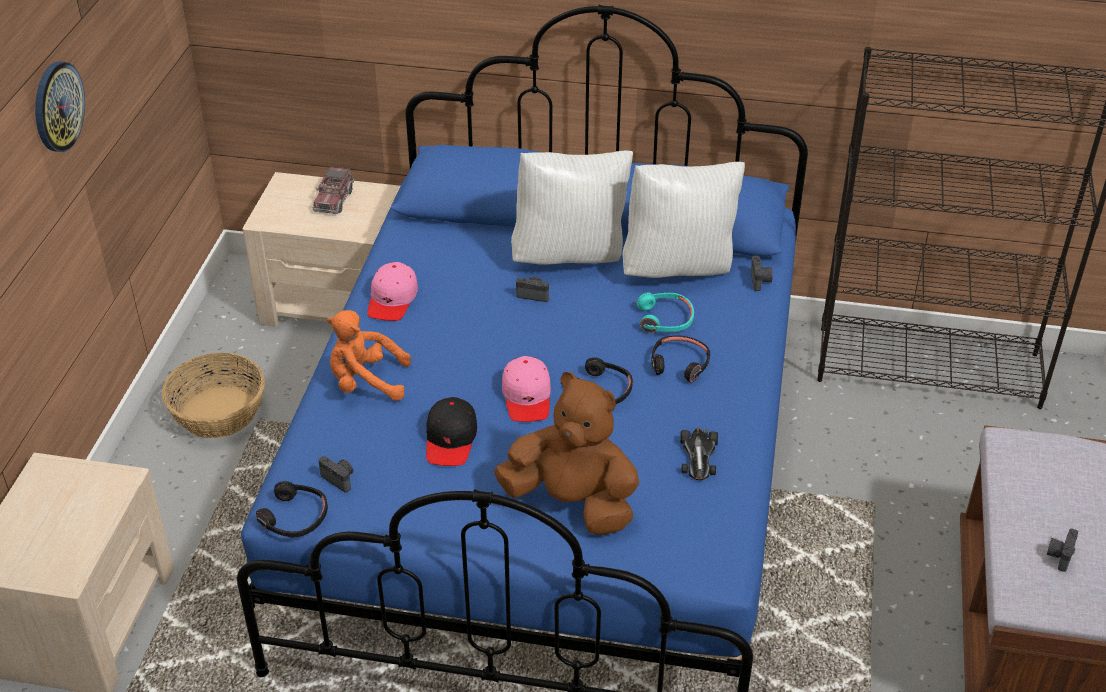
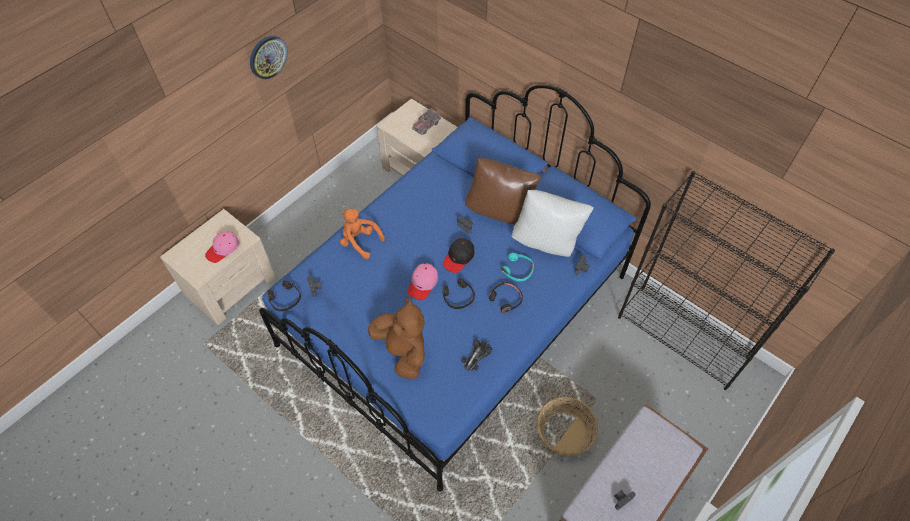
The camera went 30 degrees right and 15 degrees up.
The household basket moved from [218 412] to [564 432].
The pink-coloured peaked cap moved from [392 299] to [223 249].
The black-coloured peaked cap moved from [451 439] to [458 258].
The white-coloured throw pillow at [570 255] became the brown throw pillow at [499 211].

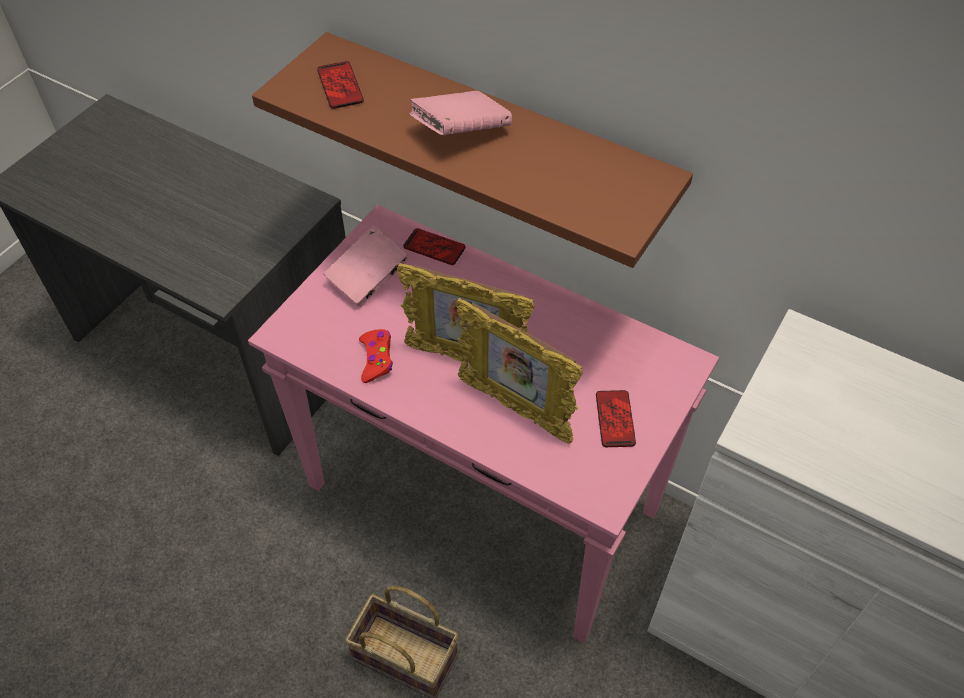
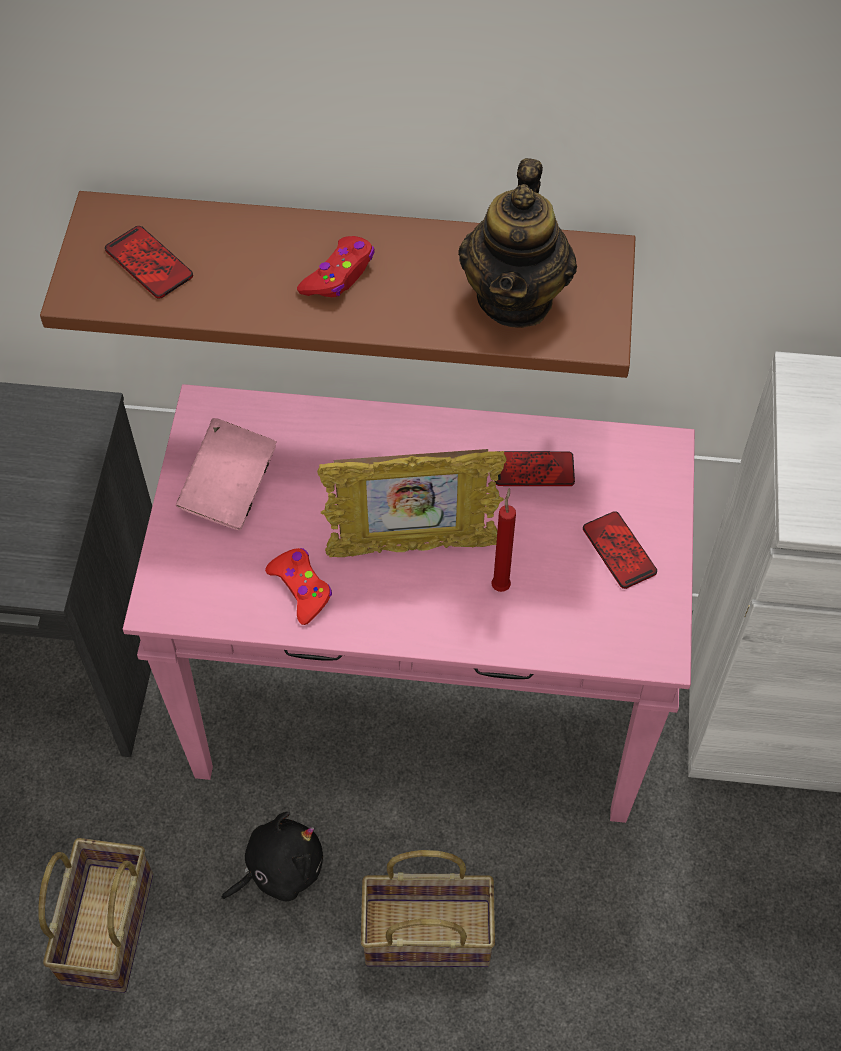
The camera went 25 degrees left and 5 degrees up.
The handset moved from [434 247] to [533 470].
The pink-coloured volume at [460 132] was replaced by the red-coloured gamepad at [339 275].
The standing frame at [515 409] was replaced by the red-coloured wax light at [501 584].
The household basket at [106 924] appeared.
The black-coloured soft toy at [279 869] appeared.
The pot for tea at [515 298] appeared.

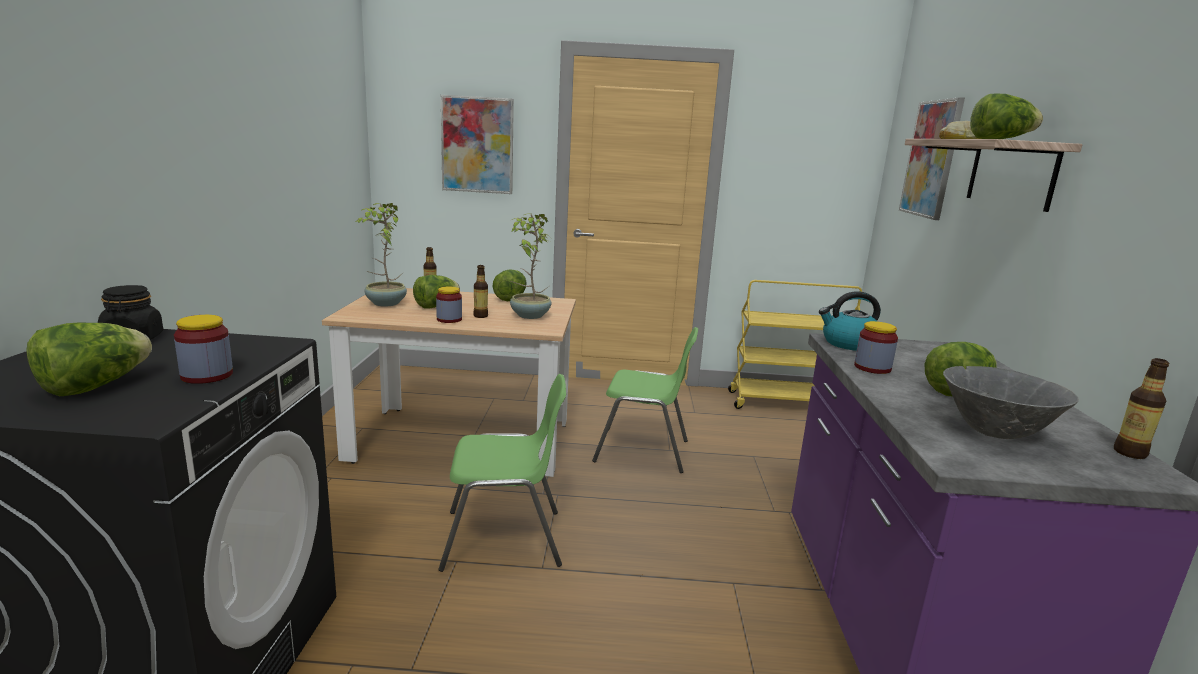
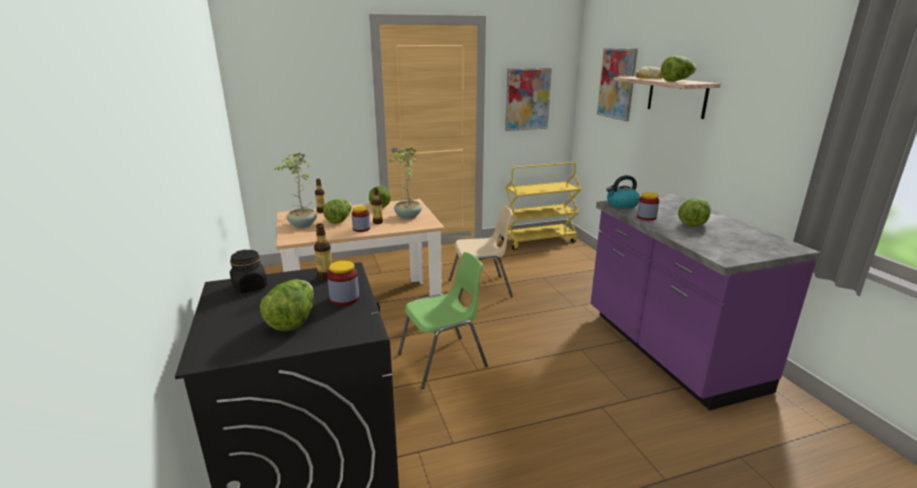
The camera went 20 degrees left and 5 degrees up.
The picture moved from [477 145] to [527 99].
The greenish upright chair at [643 451] became the beige upright chair at [481 289].
The greyish deep dish at [994 433] disappeared.
The beverage bottle moved from [1129 453] to [325 278].

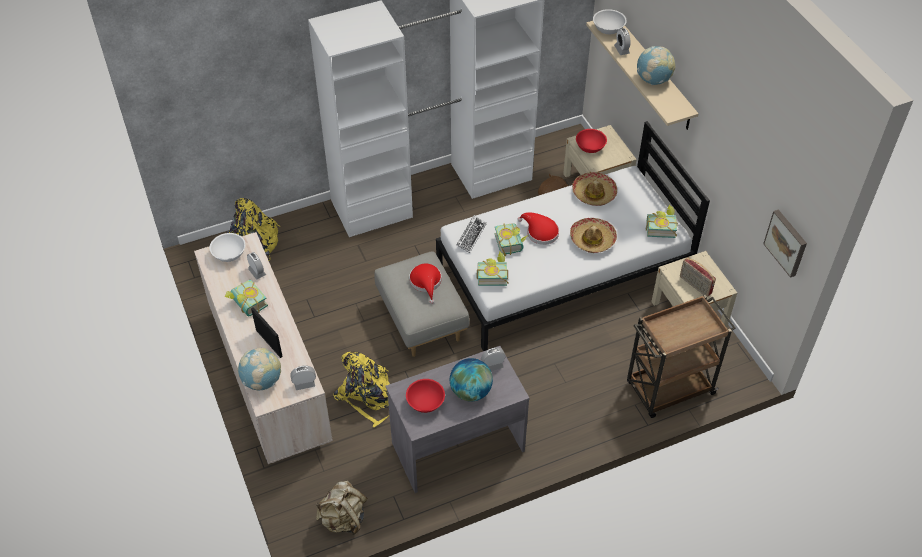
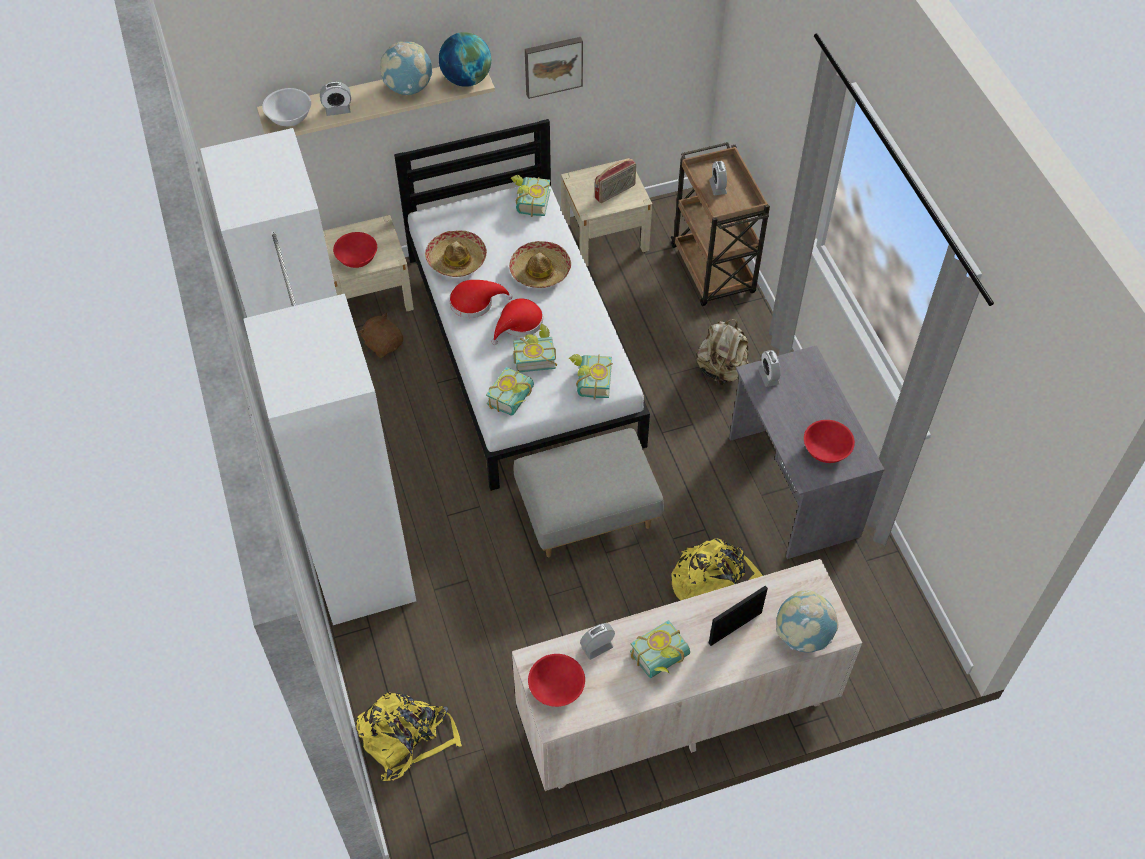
The camera went 85 degrees left and 5 degrees up.
The white-coloured deep dish at [229 254] became the red-coloured deep dish at [556 688].
The alarm clock moved from [304 384] to [718 187].
The beige knapsack moved from [343 519] to [721 370].
The red-coloured hat moved from [426 282] to [475 302].
The globe moved from [471 391] to [466 79].
The PC keyboard at [471 236] was replaced by the volume at [514 400].
The picture moved from [787 242] to [553 65].

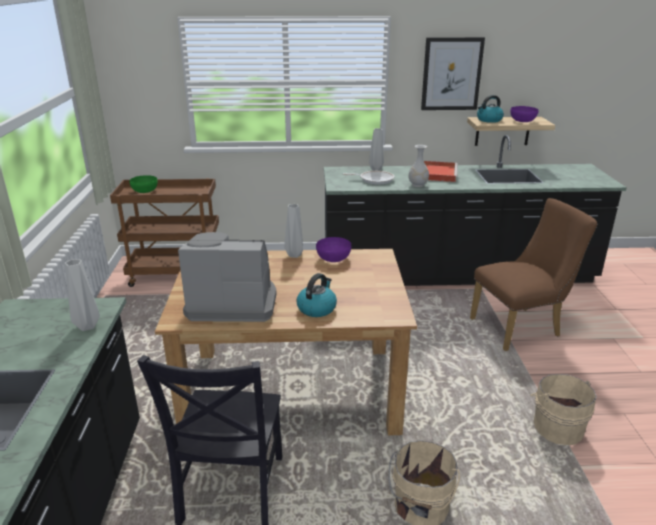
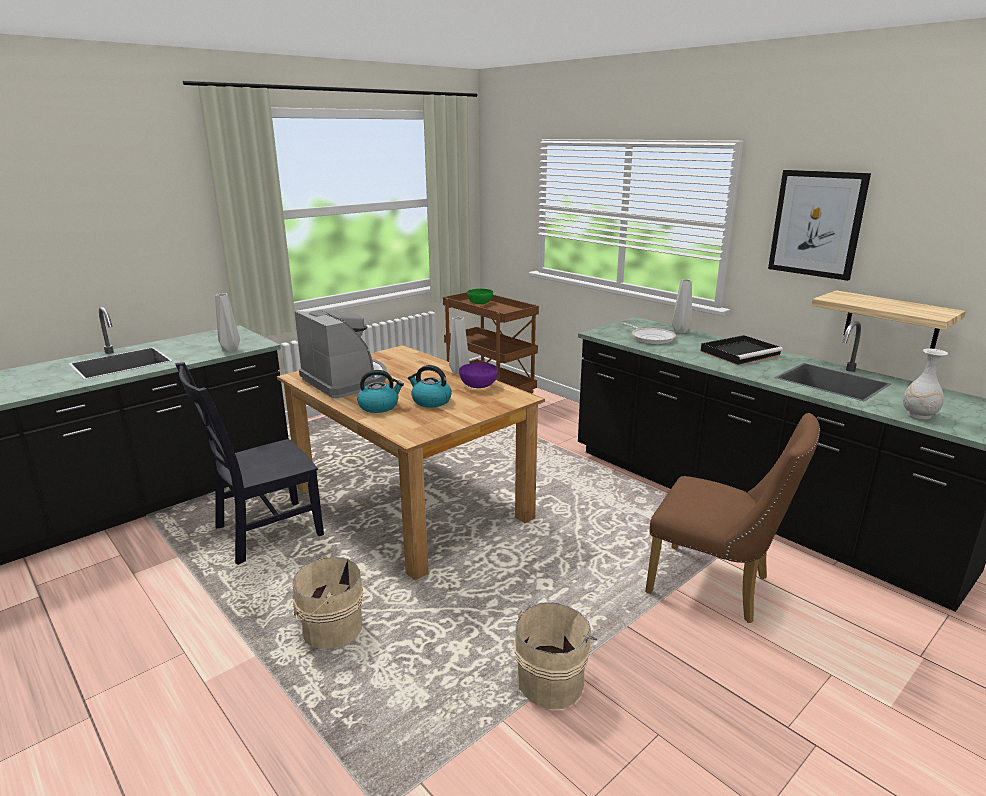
The camera went 50 degrees right and 5 degrees down.
The white-coloured vase moved from [417 185] to [918 415].
The red-coloured carrying tray at [437 173] became the black-coloured carrying tray at [740 353].
The water kettle moved from [489 120] to [430 401].
The purplish deep dish at [522 121] disappeared.

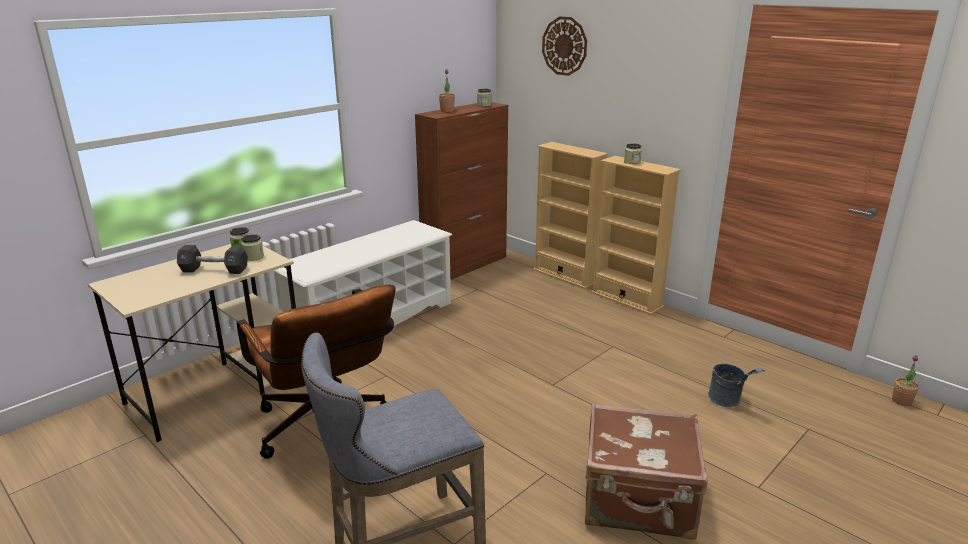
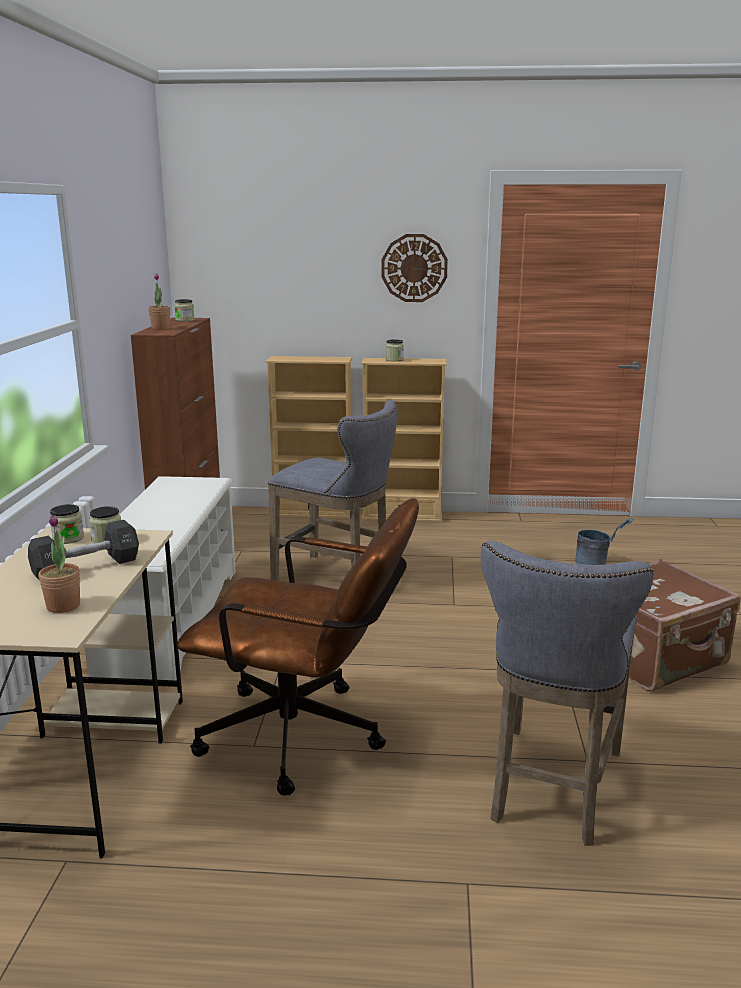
The camera went 40 degrees left and 5 degrees down.
The clock on the wall moved from [564 46] to [414 268].
The plant in a pot moved from [901 401] to [63 606].
The greyish stool at [337 579] appeared.

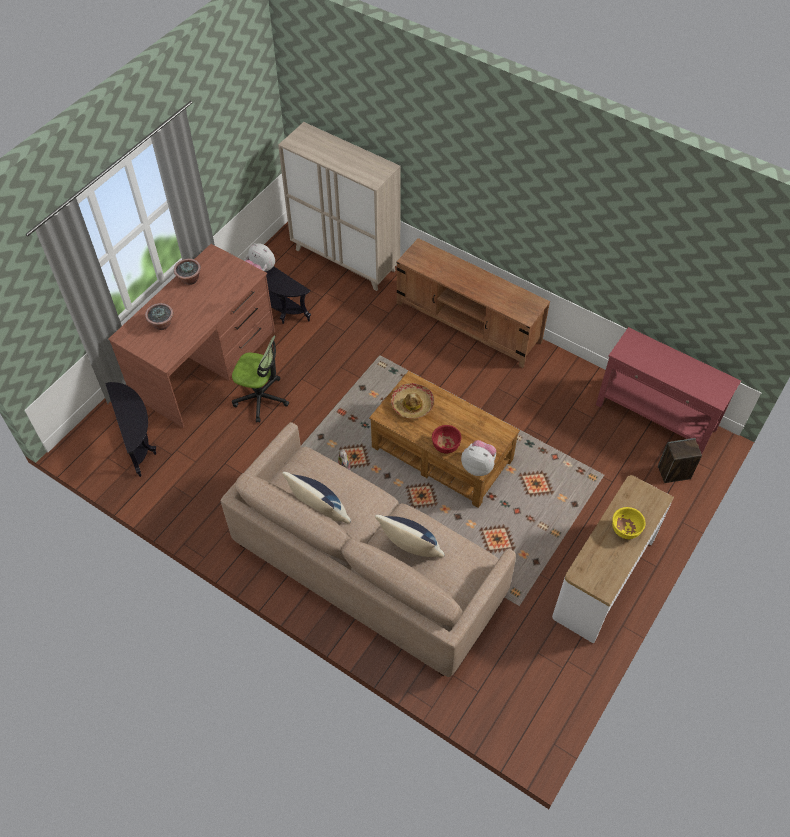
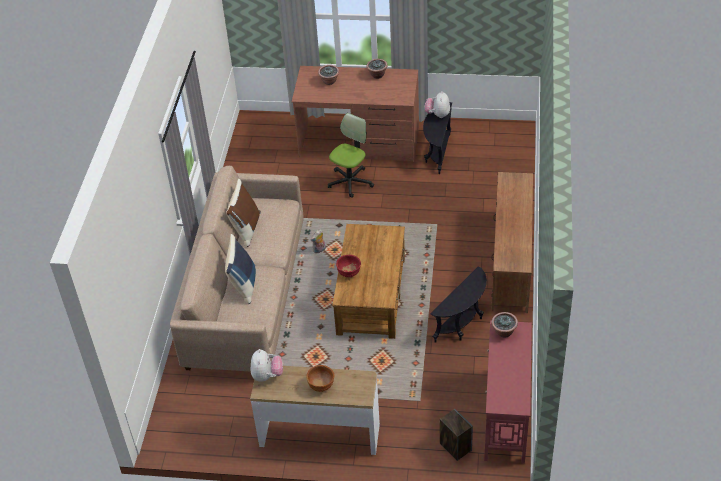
The camera went 65 degrees right and 10 degrees down.
The black-coloured end table moved from [139 442] to [462 324].
The computer chair at [261 398] turned 135 degrees counterclockwise.
The beige cupboard at [345 260] disappeared.
The blue-coloured throw pillow at [318 511] became the brown throw pillow at [246 228].
The hat at [412 404] disappeared.
The soft toy moved from [478 466] to [267 375].
The yellowish deep dish at [625 530] became the brown deep dish at [321 386].
The plant in a pot at [504 332] appeared.

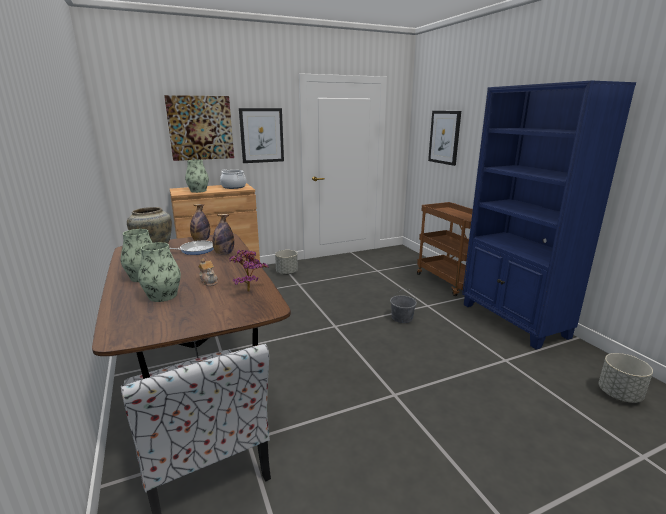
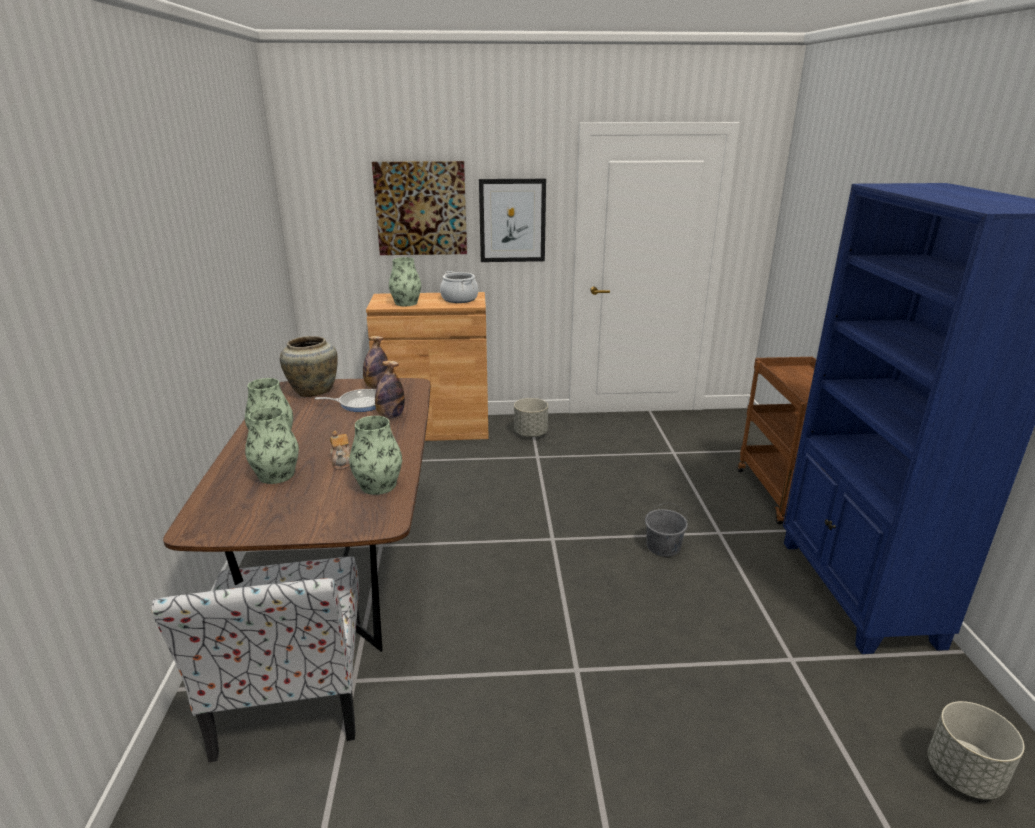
The camera went 20 degrees right and 5 degrees up.
The plant in a pot at [248 290] was replaced by the vase at [378 485].
The picture at [444 137] disappeared.

